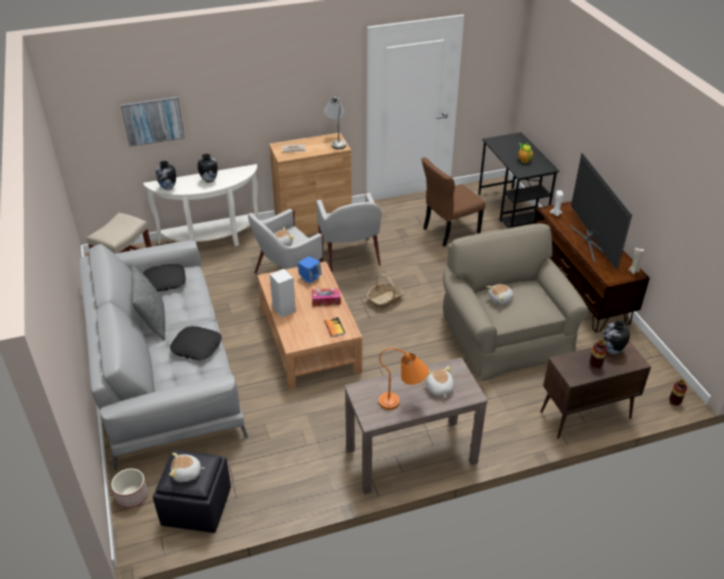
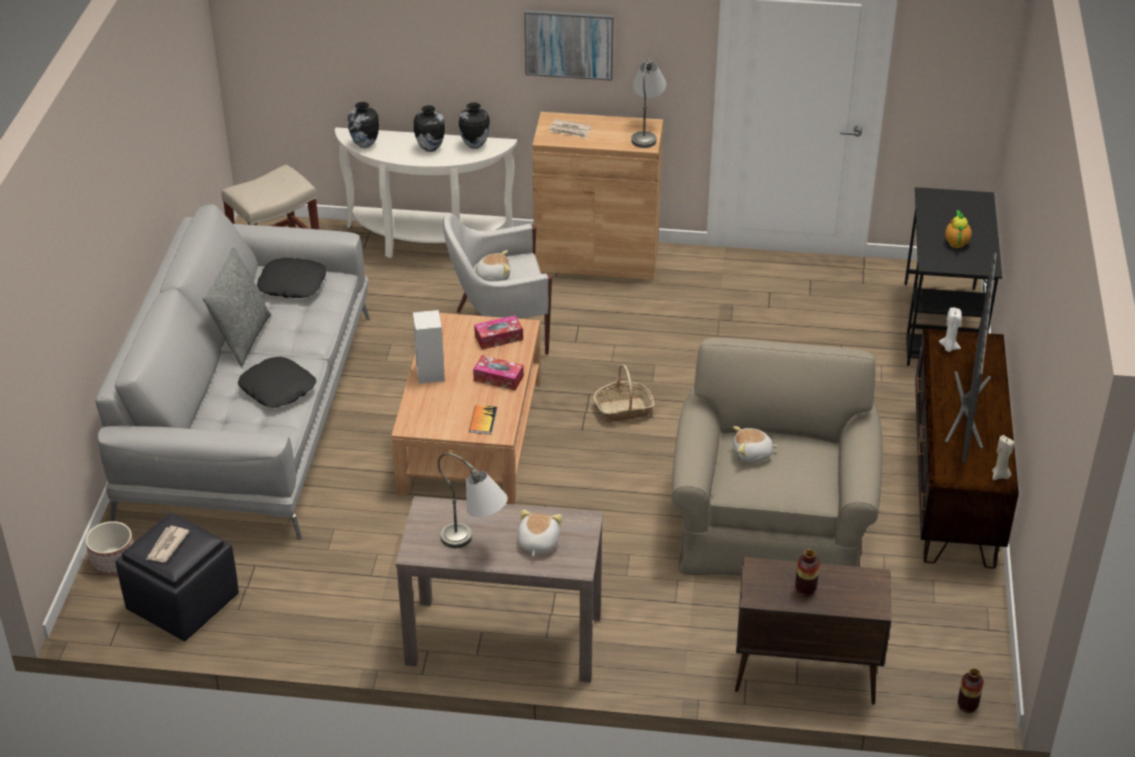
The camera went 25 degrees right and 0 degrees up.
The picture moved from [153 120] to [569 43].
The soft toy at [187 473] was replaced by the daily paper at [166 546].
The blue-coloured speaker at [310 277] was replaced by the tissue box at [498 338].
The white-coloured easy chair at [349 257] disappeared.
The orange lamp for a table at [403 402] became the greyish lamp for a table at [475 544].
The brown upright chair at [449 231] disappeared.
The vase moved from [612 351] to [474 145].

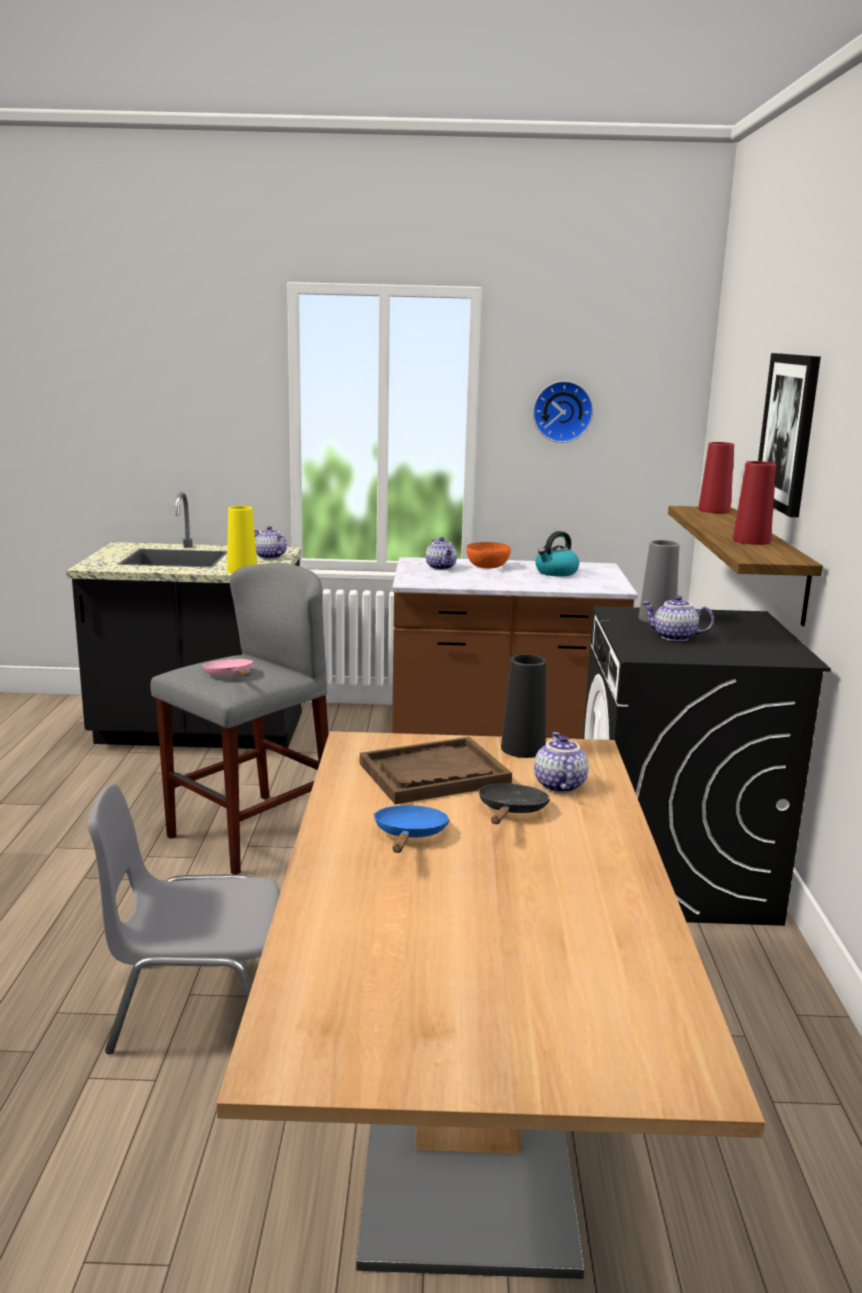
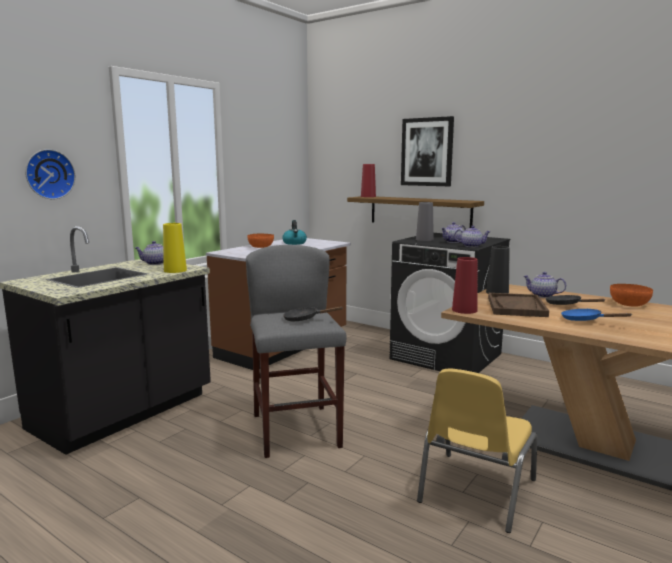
The camera went 55 degrees left and 5 degrees down.
The greyish upright chair at [198 1004] became the yellowish upright chair at [475 491].
The pink-coloured frying pan at [230 675] became the black-coloured frying pan at [304 319].
The pot for tea moved from [441 567] to [471 246].
The clock on the wall moved from [562 411] to [49 174].
The red-coloured vase moved from [751 541] to [464 310].
The orange deep dish at [629 304] appeared.

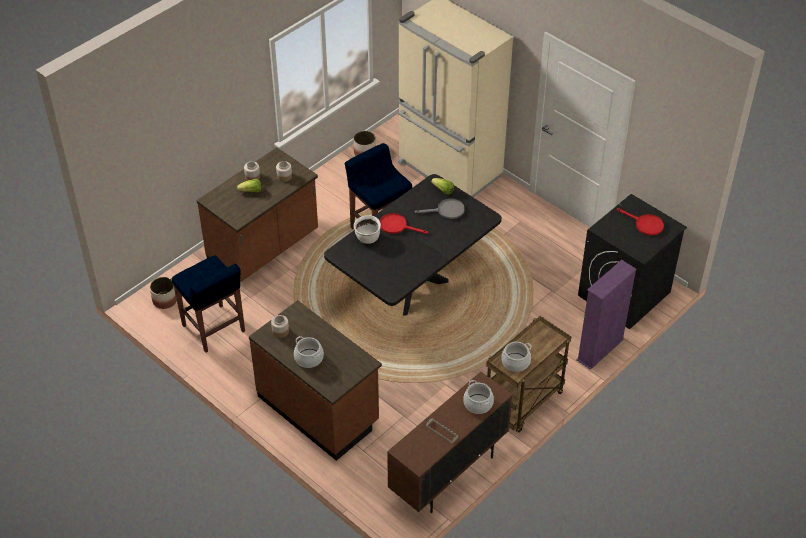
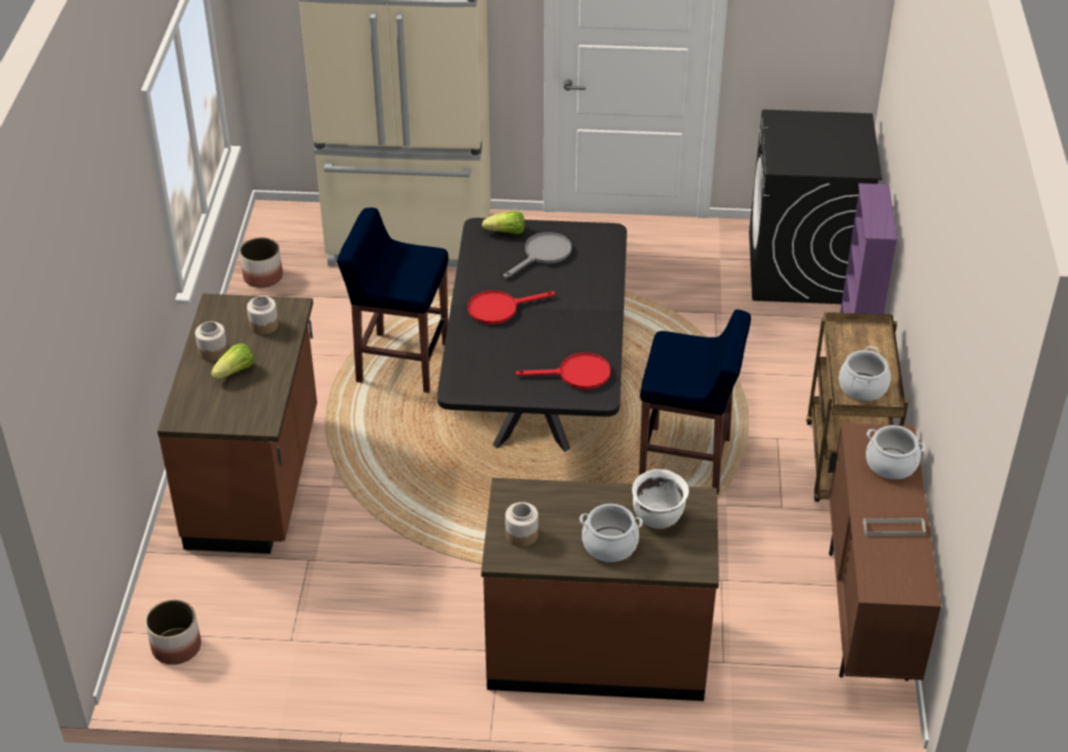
The camera went 40 degrees left and 5 degrees down.
The blue-coloured stool moved from [214 329] to [687 461].
The white-coloured stockpot moved from [367 238] to [658 518].
The red-coloured frying pan moved from [645 224] to [576 375].

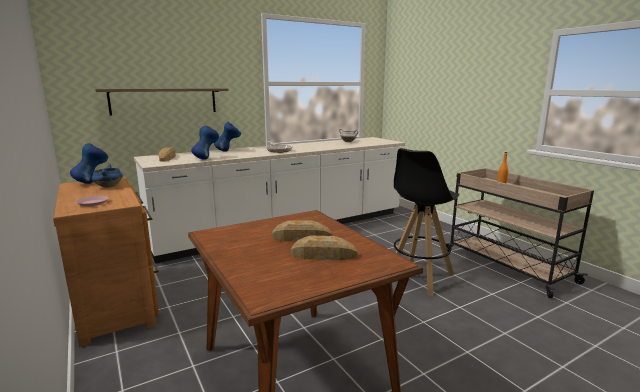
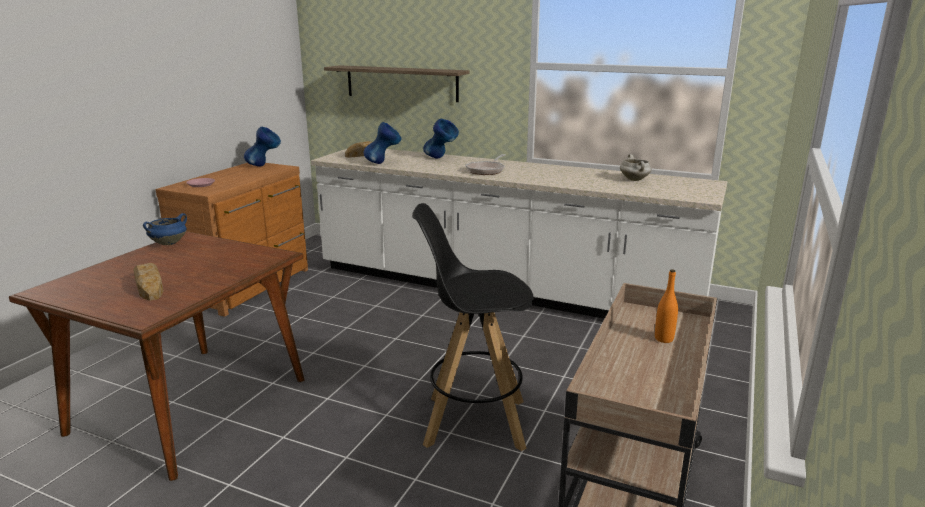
The camera went 55 degrees right and 5 degrees up.
The blue-coloured stockpot moved from [108 186] to [169 243].
The bread at [301 238] disappeared.

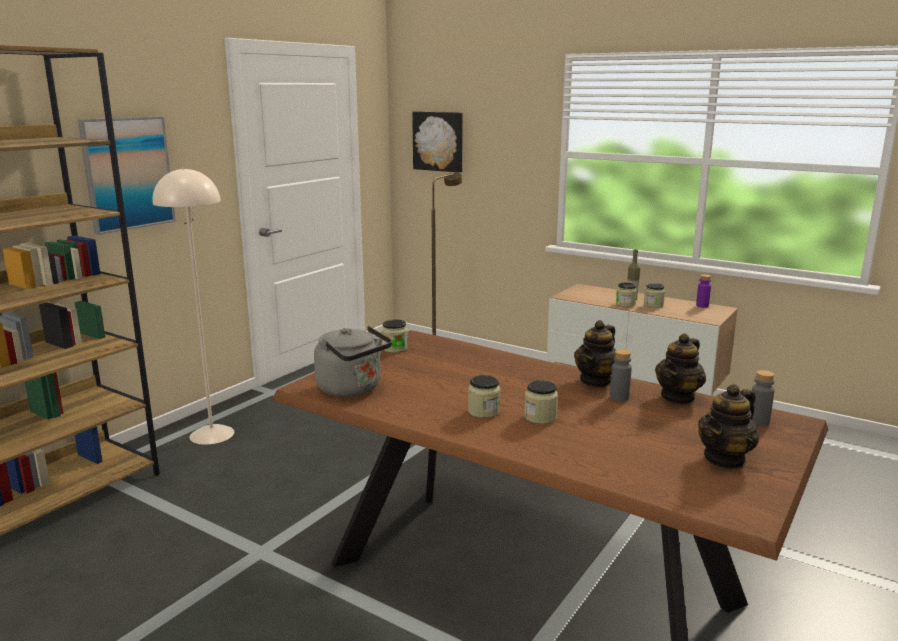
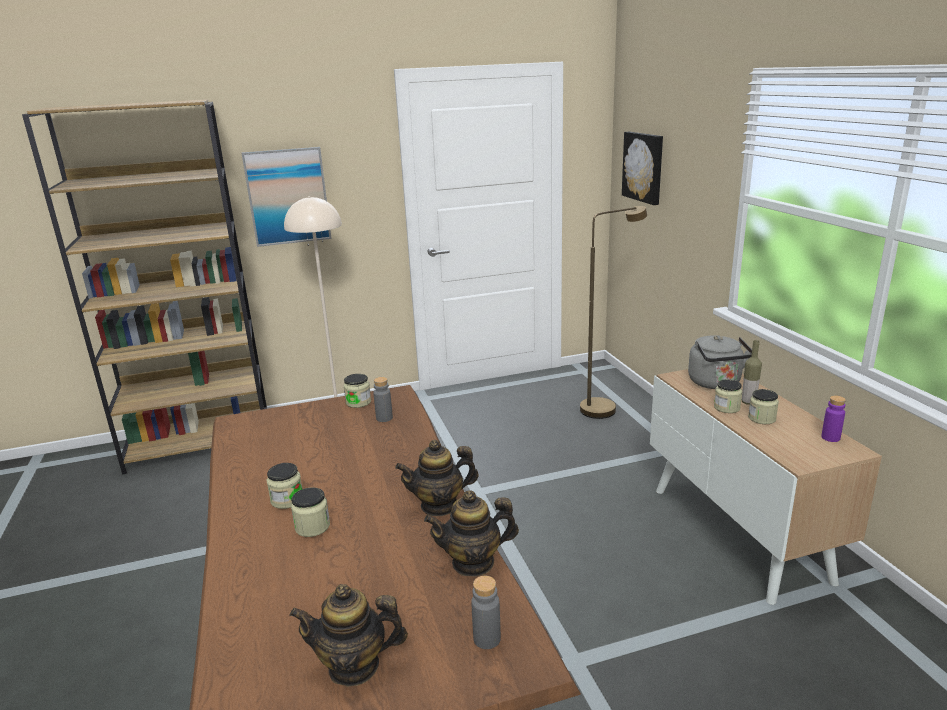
The camera went 40 degrees right and 5 degrees up.
The greyish water kettle moved from [352 389] to [716 383].
The greyish beverage bottle moved from [619 397] to [384 418].

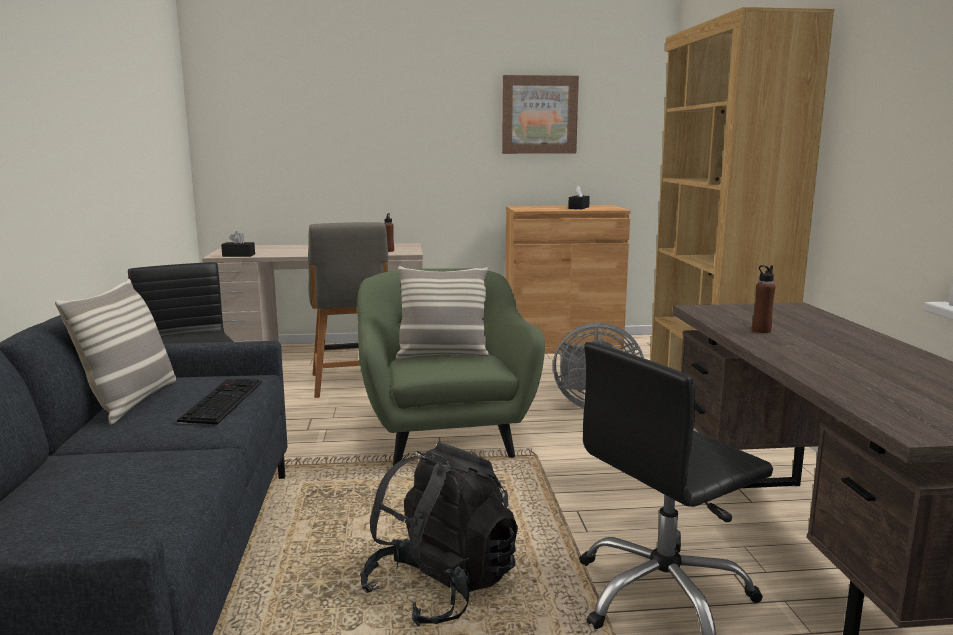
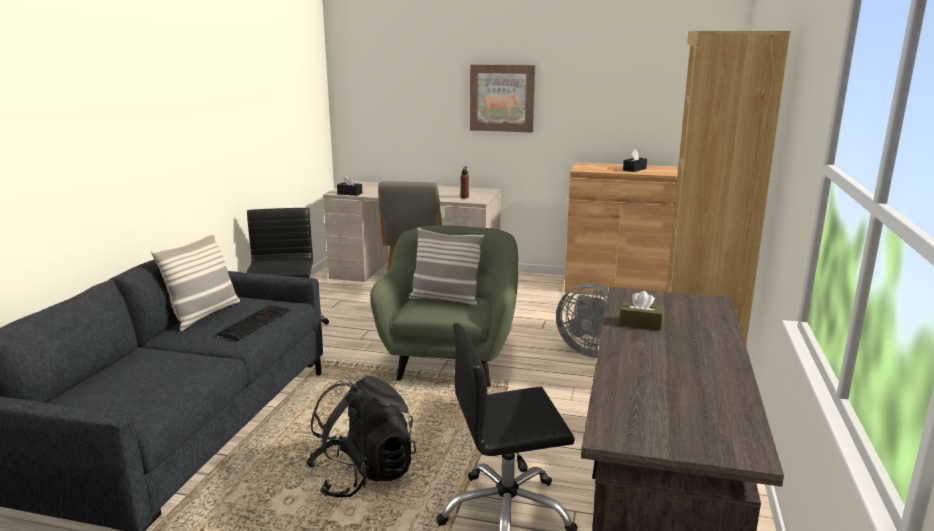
The camera went 20 degrees right and 5 degrees up.
The picture moved from [539 115] to [502 98].
The brown beverage bottle at [761 331] was replaced by the brown tissue box at [640 324].

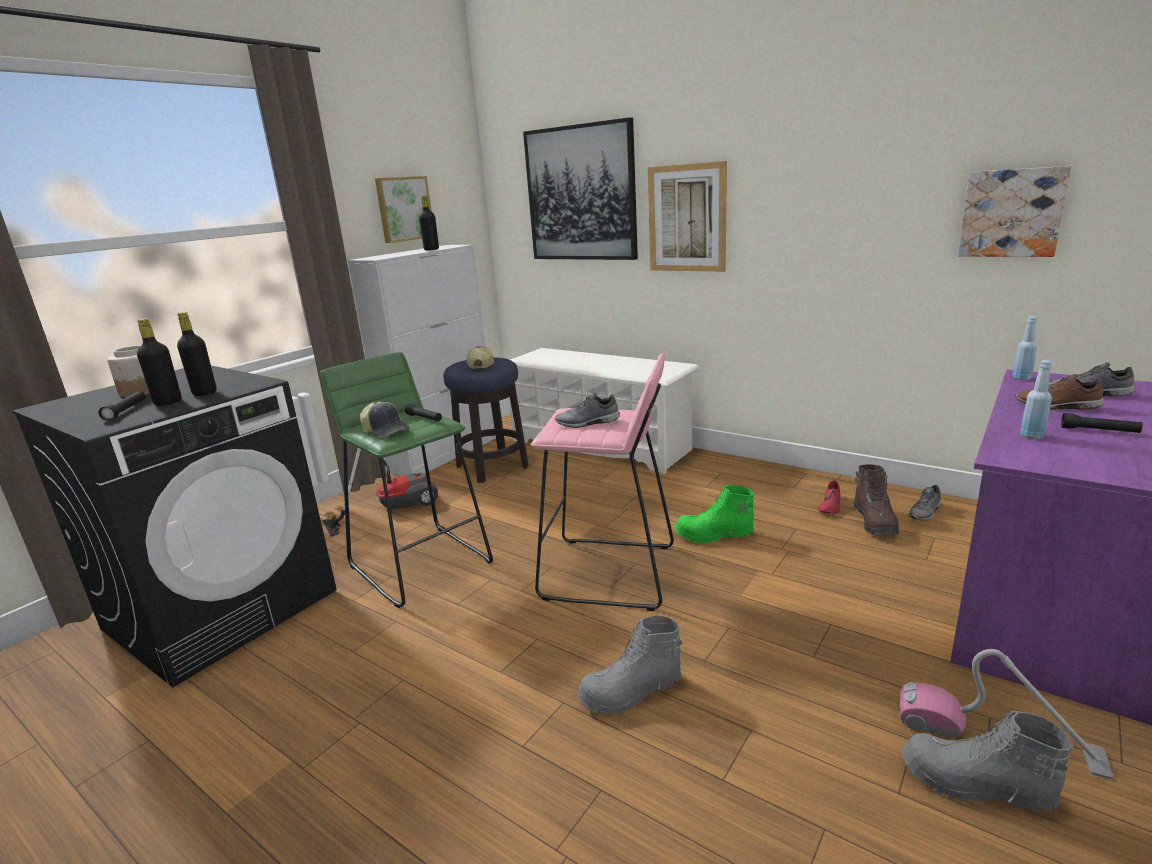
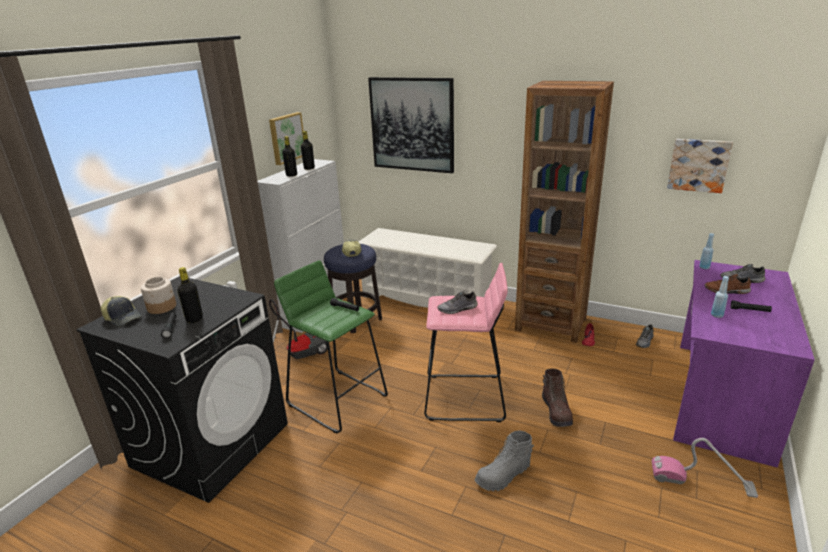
The camera went 10 degrees left and 5 degrees up.
The black-coloured beverage bottle moved from [204 393] to [291 175].
The peaked cap moved from [386 430] to [123 317].
The picture at [687 218] disappeared.
The greenish tall boot at [714 535] disappeared.
The brown tall boot moved from [875 522] to [556 412].
The greyish tall boot at [975 785] disappeared.
The brown bookcase at [551 324] appeared.

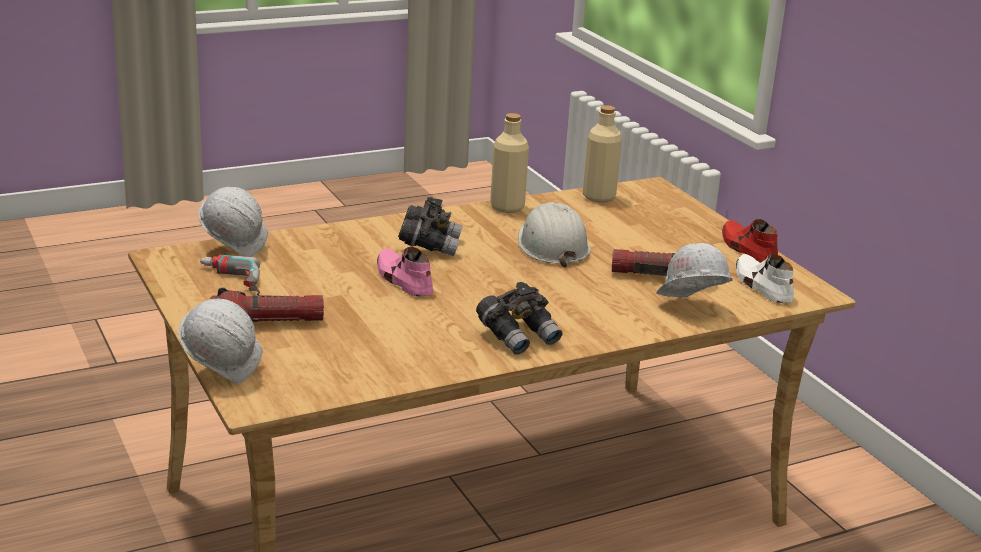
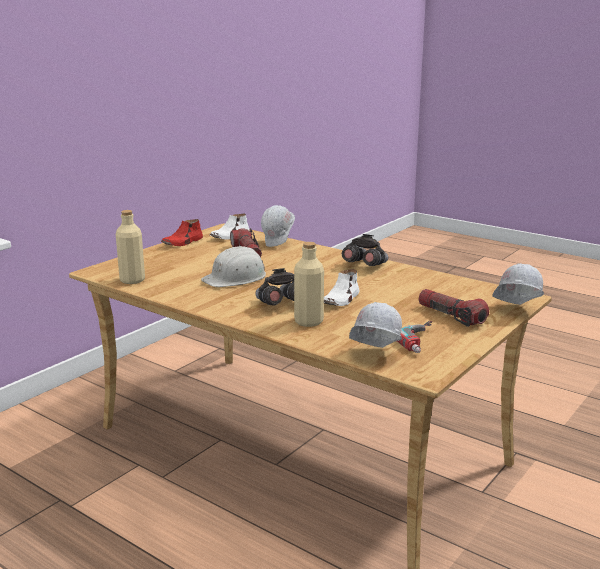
The camera went 115 degrees left and 5 degrees down.
The pink-coloured low shoe at [403 280] became the white-coloured low shoe at [341 300].
The beige beverage bottle moved from [507 207] to [308 321].

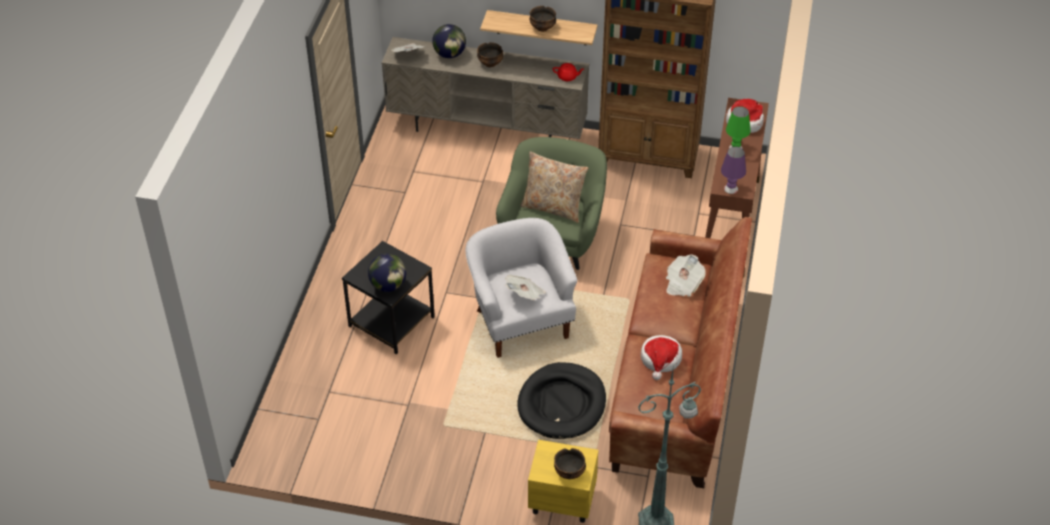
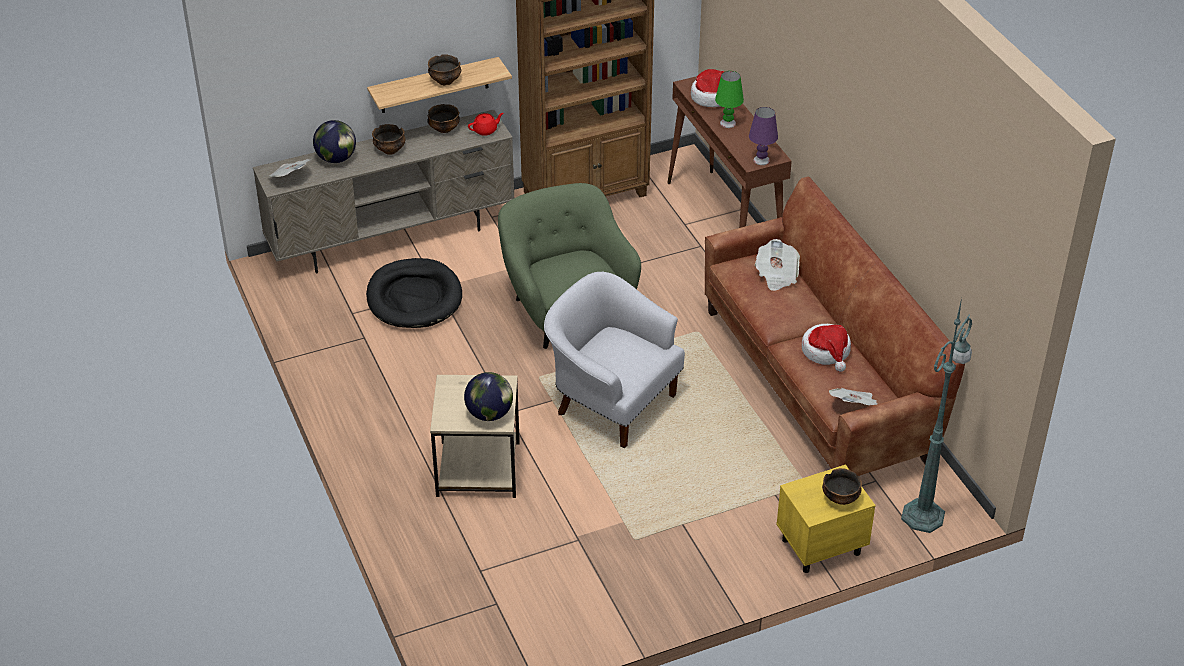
The camera went 35 degrees left and 5 degrees down.
The black-coloured end table at [392 321] became the beige end table at [479 468].
The daily paper moved from [525 294] to [853 406].
The black-coloured dog bed moved from [562 404] to [414 297].
The beige throw pillow at [553 207] disappeared.
The deep dish at [444 129] appeared.

